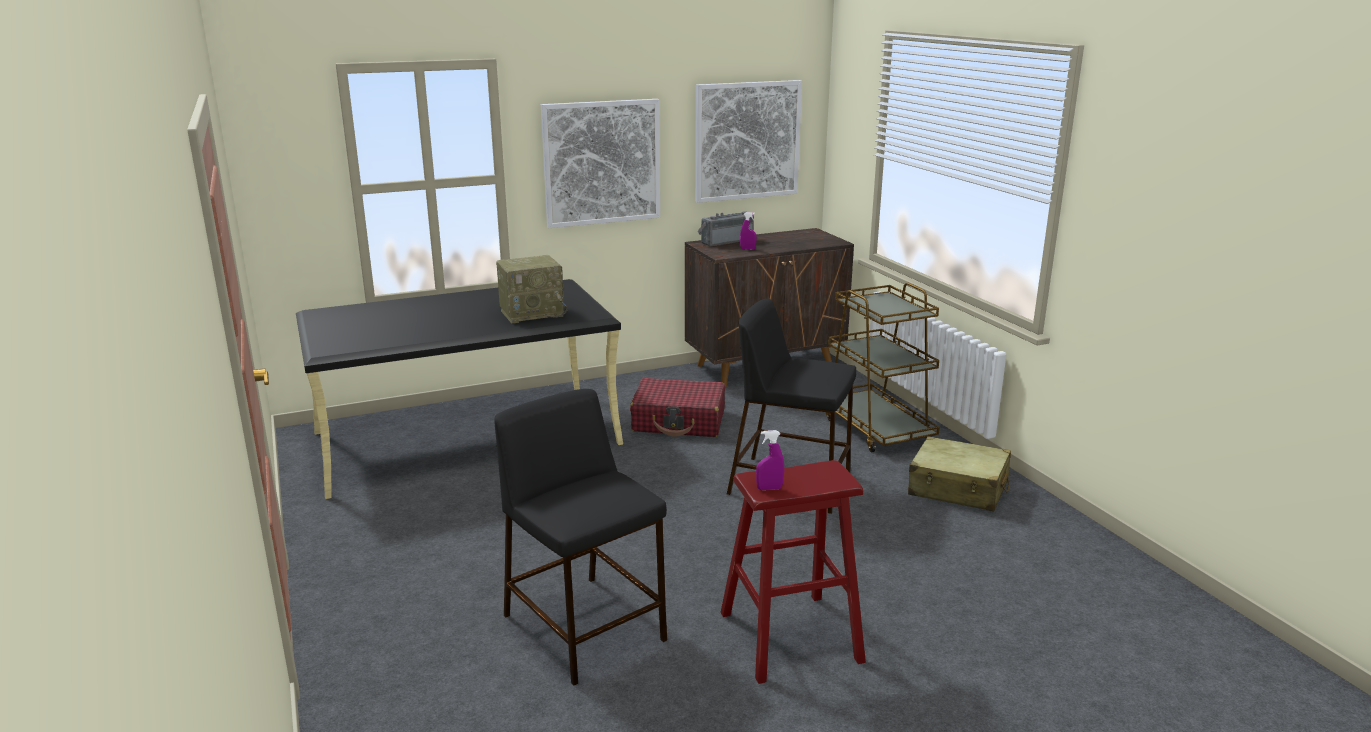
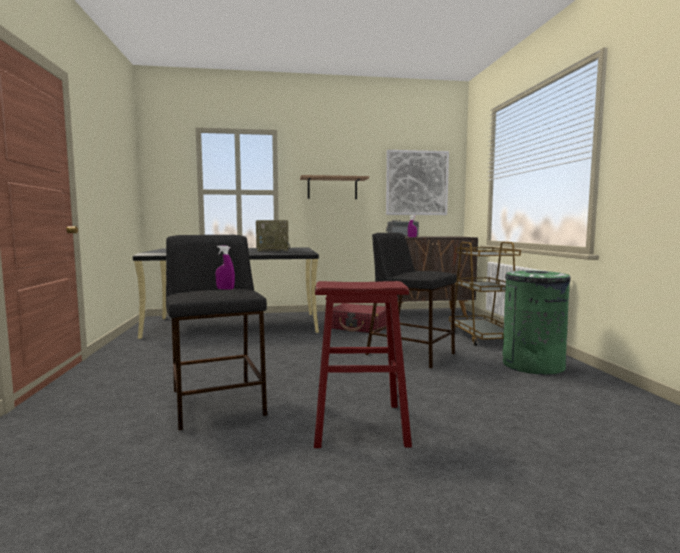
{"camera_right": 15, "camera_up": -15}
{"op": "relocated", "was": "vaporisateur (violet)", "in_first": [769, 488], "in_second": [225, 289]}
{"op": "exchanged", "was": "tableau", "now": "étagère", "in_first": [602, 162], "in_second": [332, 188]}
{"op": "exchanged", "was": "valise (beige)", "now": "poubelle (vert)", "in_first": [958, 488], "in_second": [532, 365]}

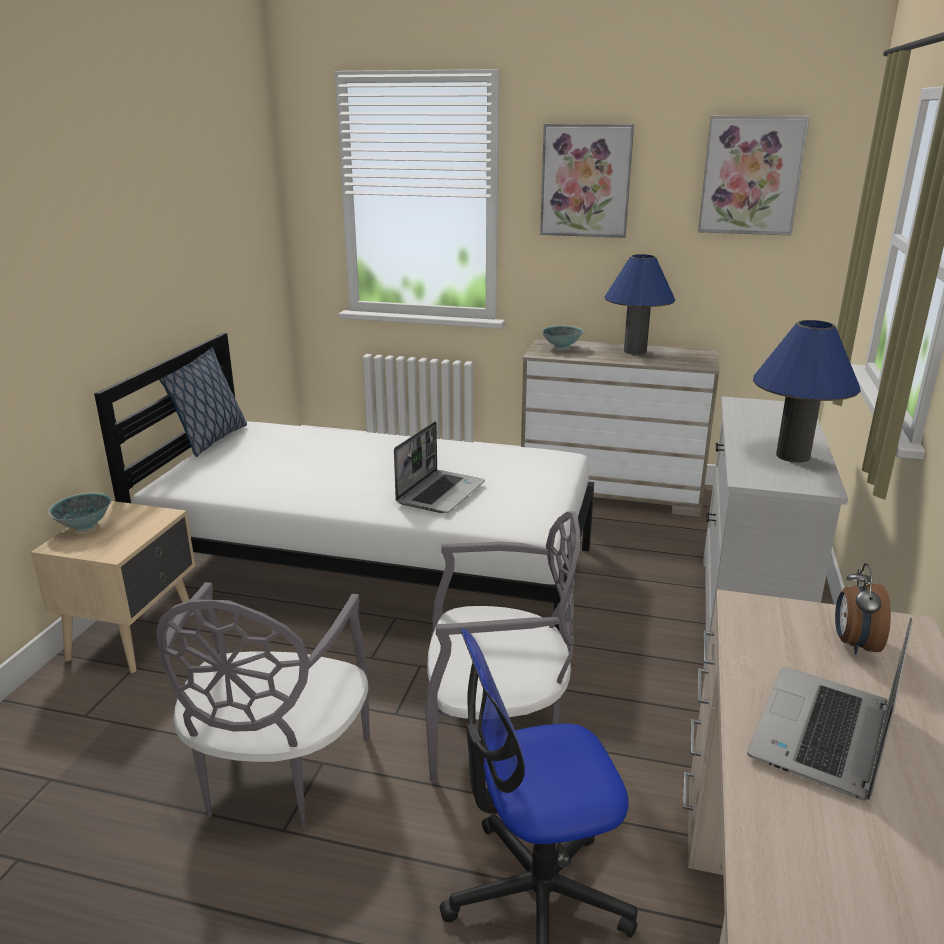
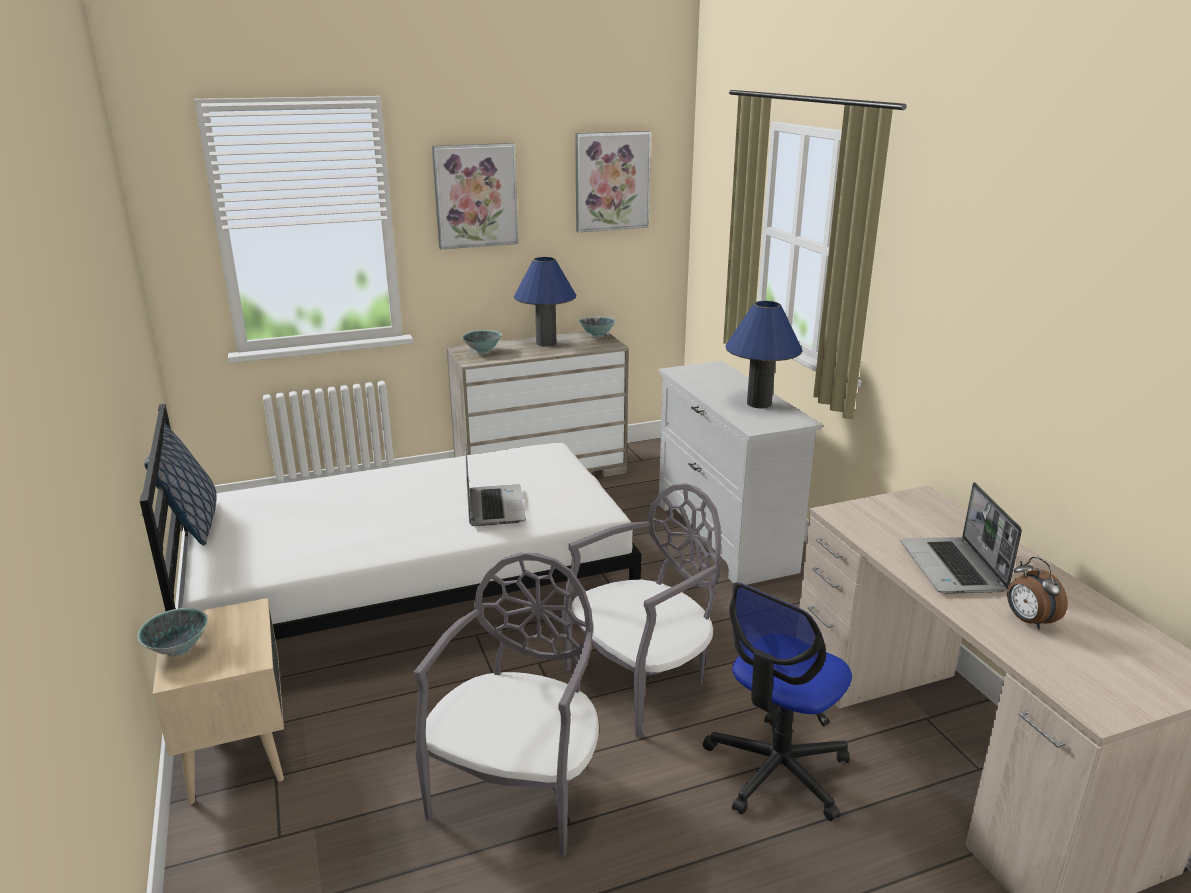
{"camera_right": -35, "camera_up": 0}
{"op": "appeared", "now": "bol", "in_second": [597, 336]}
{"op": "relocated", "was": "réveil", "in_first": [853, 644], "in_second": [1028, 621]}
{"op": "spun", "was": "chaise (gris)", "in_first": [277, 775], "in_second": [519, 791], "clockwise": -135}

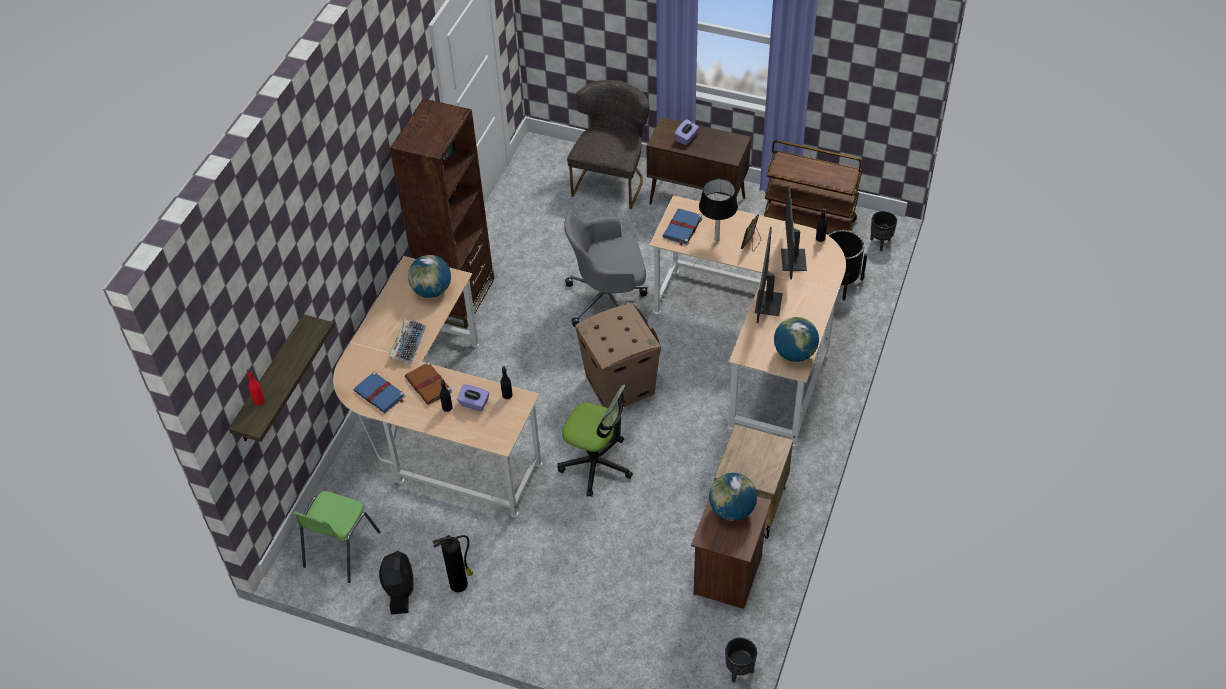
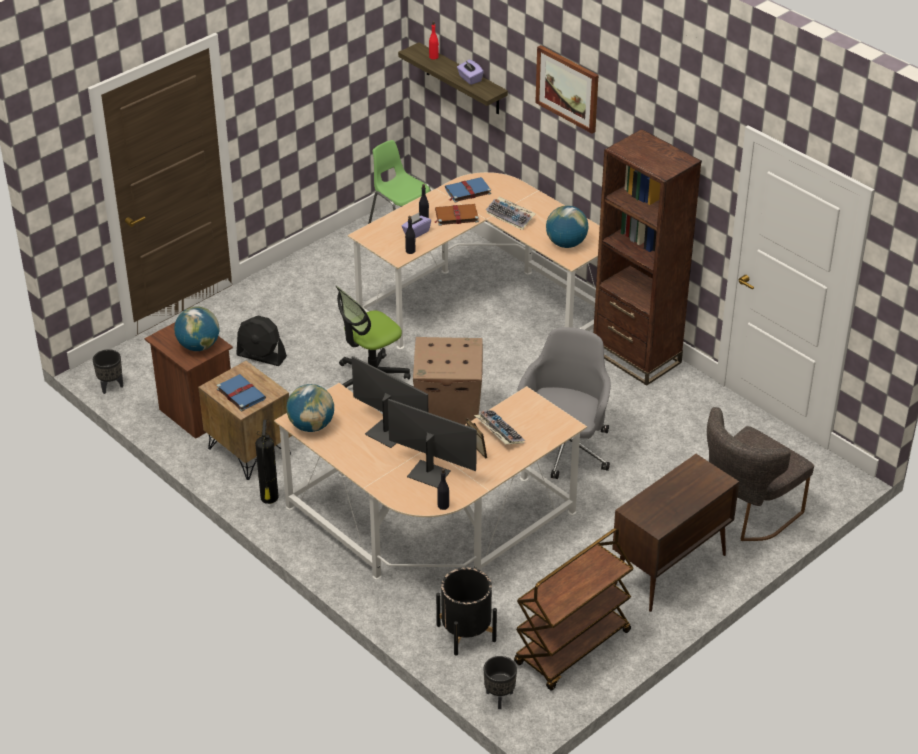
{"camera_right": 115, "camera_up": -10}
{"op": "appeared", "now": "tableau", "in_second": [567, 88]}
{"op": "relocated", "was": "ventilateur (noir)", "in_first": [400, 590], "in_second": [261, 356]}
{"op": "relocated", "was": "extincteur", "in_first": [460, 584], "in_second": [269, 498]}
{"op": "relocated", "was": "livre (bleu)", "in_first": [682, 228], "in_second": [240, 393]}
{"op": "relocated", "was": "boîte à mouchoirs (violet)", "in_first": [686, 138], "in_second": [469, 79]}
{"op": "exchanged", "was": "lampe de table (noir)", "now": "clavier", "in_first": [717, 240], "in_second": [498, 432]}
{"op": "spun", "was": "chaise (gris)", "in_first": [611, 180], "in_second": [746, 514], "clockwise": 90}

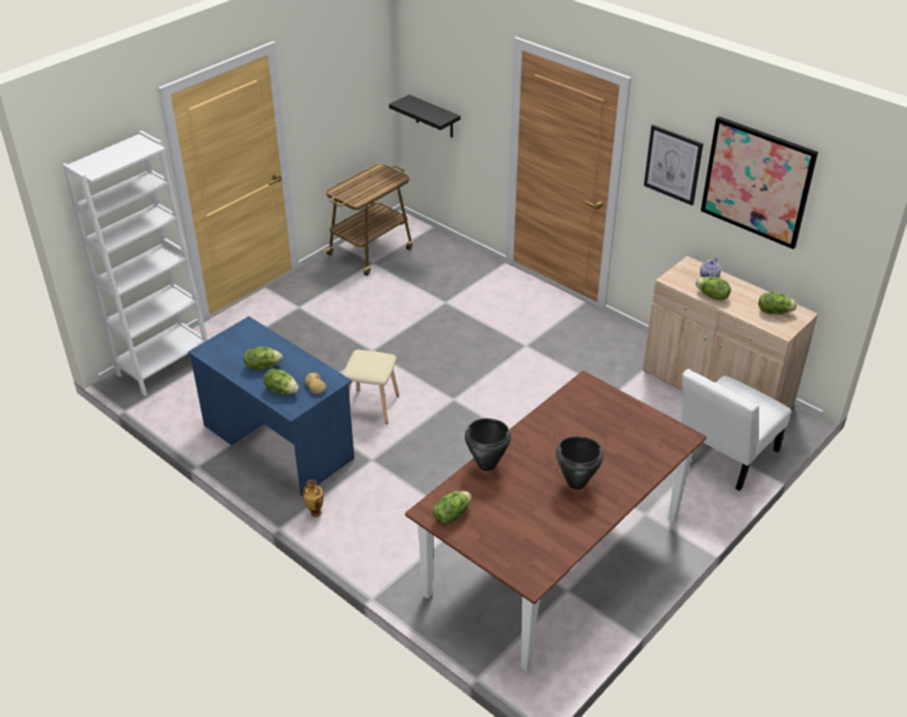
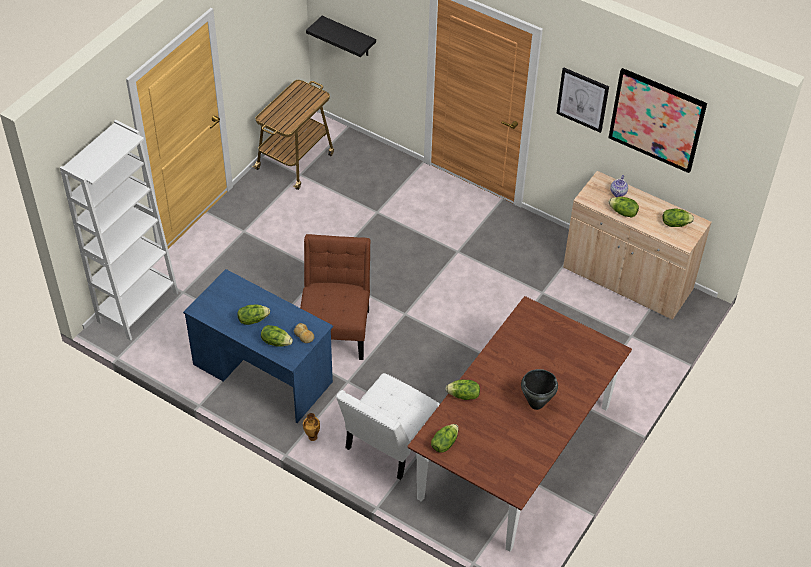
{"camera_right": -10, "camera_up": 10}
{"op": "relocated", "was": "chaise (blanc)", "in_first": [723, 456], "in_second": [388, 444]}
{"op": "exchanged", "was": "tabouret (beige)", "now": "chaise (marron)", "in_first": [373, 406], "in_second": [336, 328]}
{"op": "exchanged", "was": "marmite (noir)", "now": "laitue", "in_first": [487, 465], "in_second": [463, 395]}

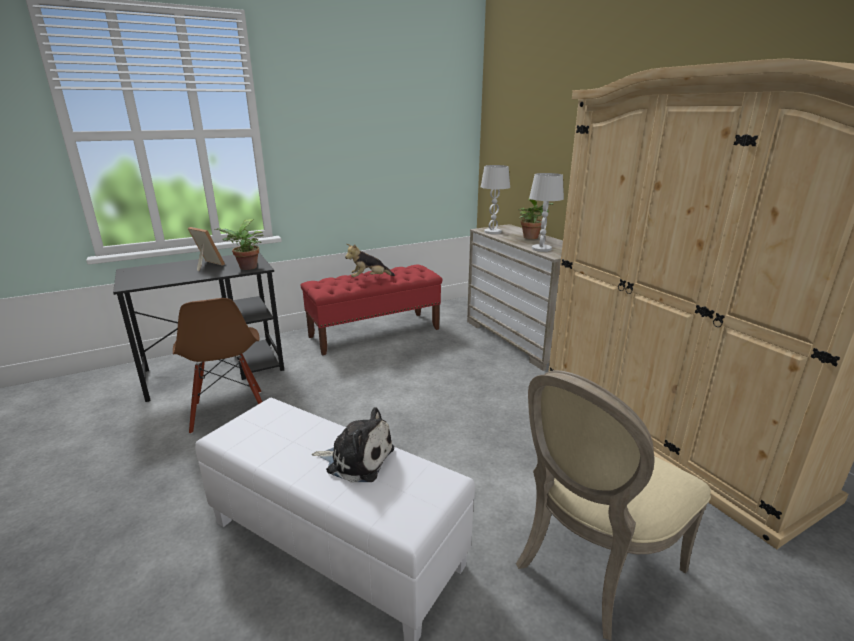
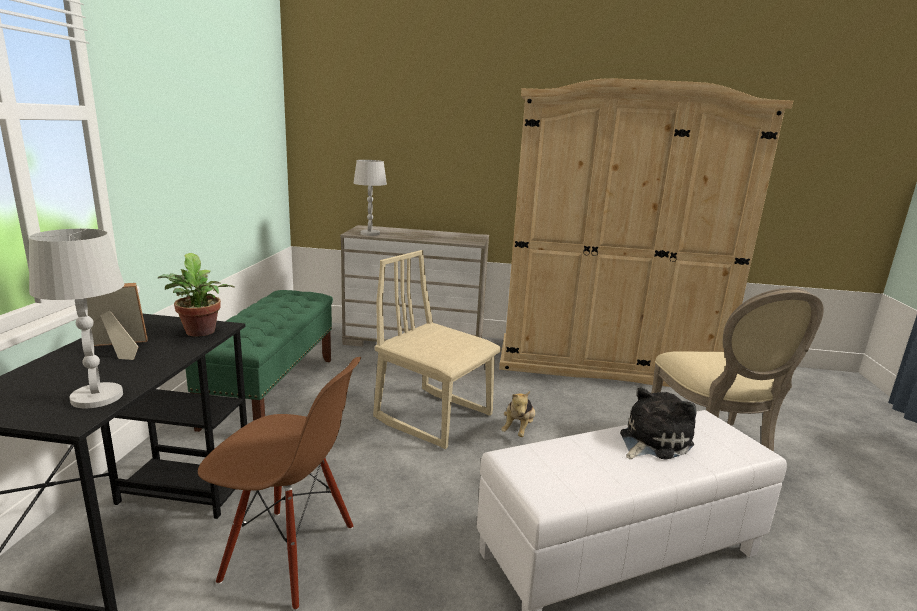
{"camera_right": -55, "camera_up": -5}
{"op": "missing", "was": "plante en pot", "in_first": [531, 237]}
{"op": "appeared", "now": "chaise (beige)", "in_second": [434, 416]}
{"op": "relocated", "was": "peluche", "in_first": [369, 278], "in_second": [518, 429]}
{"op": "relocated", "was": "lampe de table (blanc)", "in_first": [541, 249], "in_second": [96, 397]}
{"op": "colour", "was": "banc (rouge)", "now": "banc (vert)", "in_first": [375, 332], "in_second": [272, 390]}

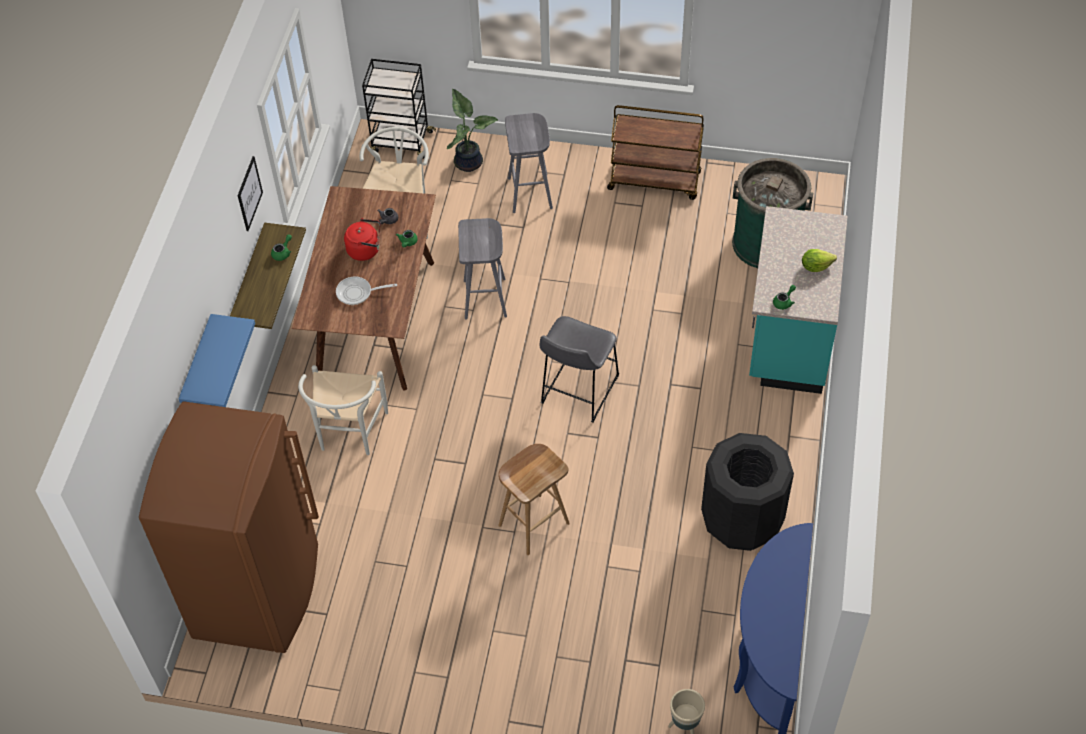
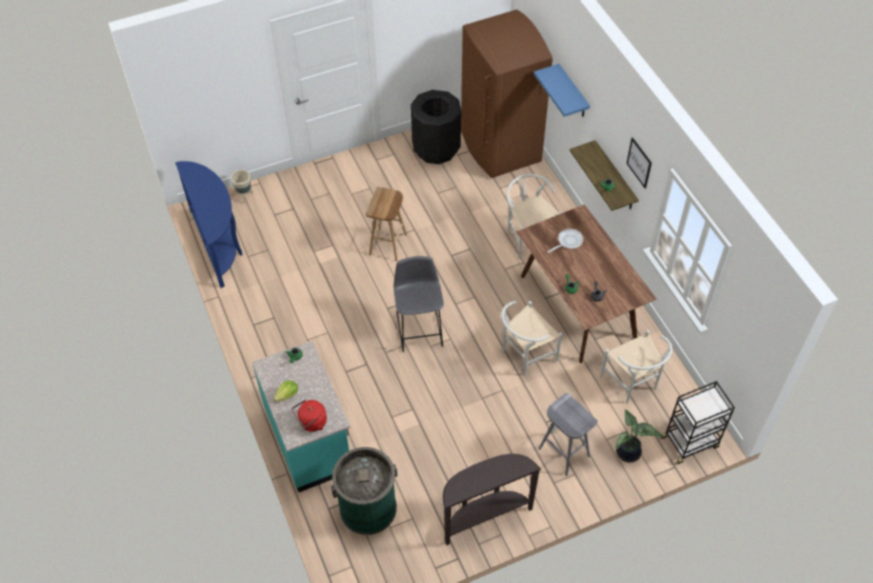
{"camera_right": 145, "camera_up": 0}
{"op": "relocated", "was": "bouilloire (rouge)", "in_first": [365, 250], "in_second": [311, 423]}
{"op": "relocated", "was": "poubelle (noir)", "in_first": [741, 520], "in_second": [436, 149]}
{"op": "exchanged", "was": "tabouret (gris)", "now": "chaise (blanc)", "in_first": [485, 299], "in_second": [524, 356]}
{"op": "exchanged", "was": "chariot (marron)", "now": "table console (marron)", "in_first": [655, 181], "in_second": [484, 516]}

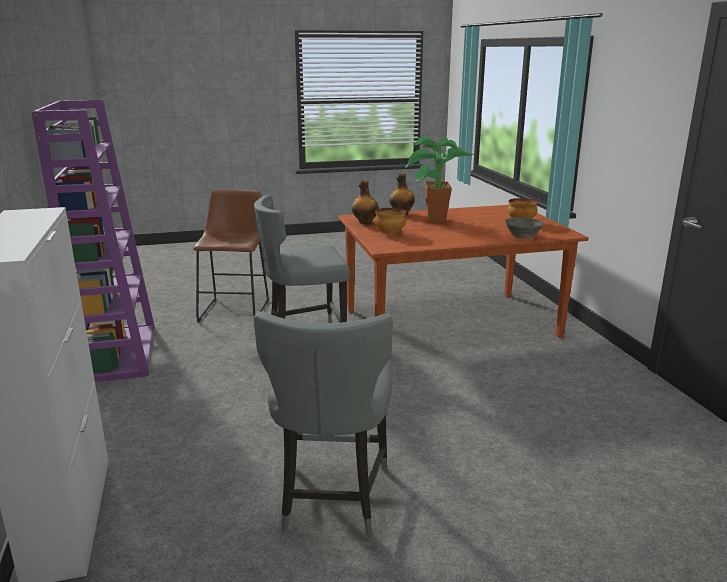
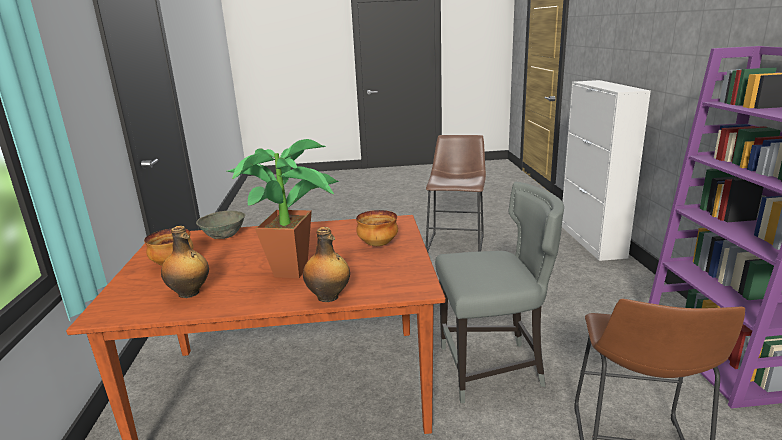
{"camera_right": -170, "camera_up": 0}
{"op": "relocated", "was": "bouteille", "in_first": [364, 222], "in_second": [189, 293]}
{"op": "exchanged", "was": "chaise (gris)", "now": "tabouret (marron)", "in_first": [331, 499], "in_second": [456, 243]}

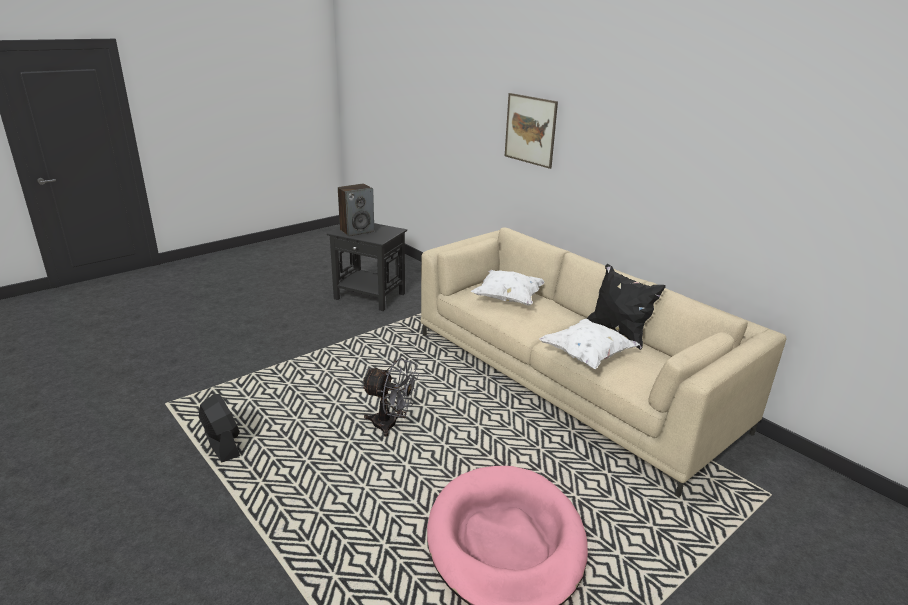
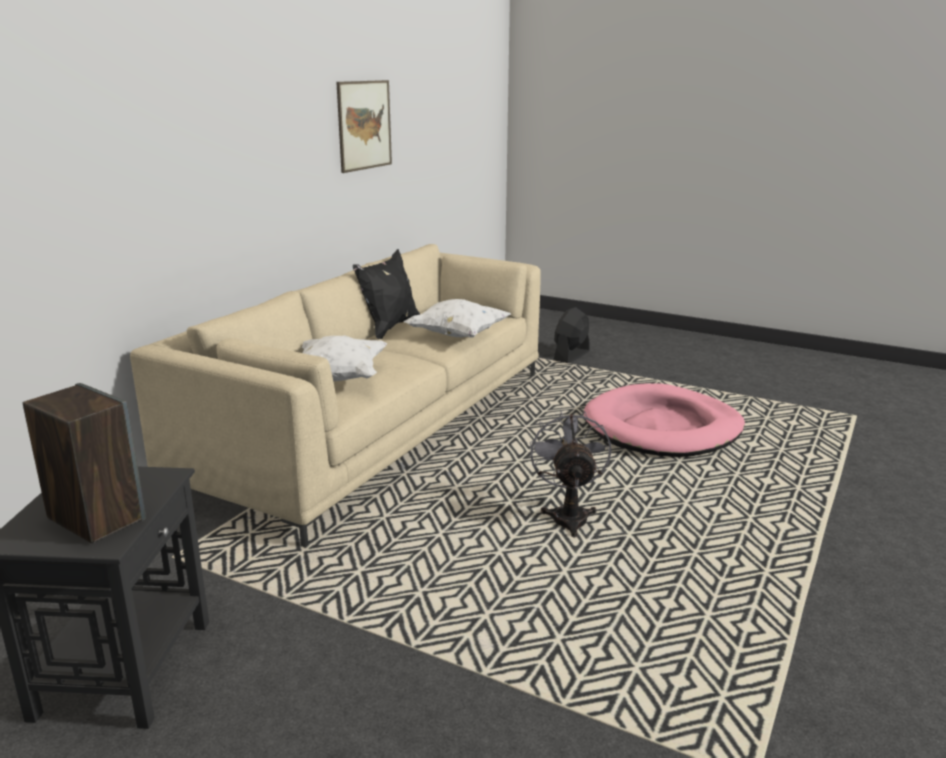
{"camera_right": -110, "camera_up": -5}
{"op": "relocated", "was": "ventilateur (noir)", "in_first": [222, 444], "in_second": [571, 355]}
{"op": "relocated", "was": "tableau", "in_first": [530, 130], "in_second": [364, 125]}

